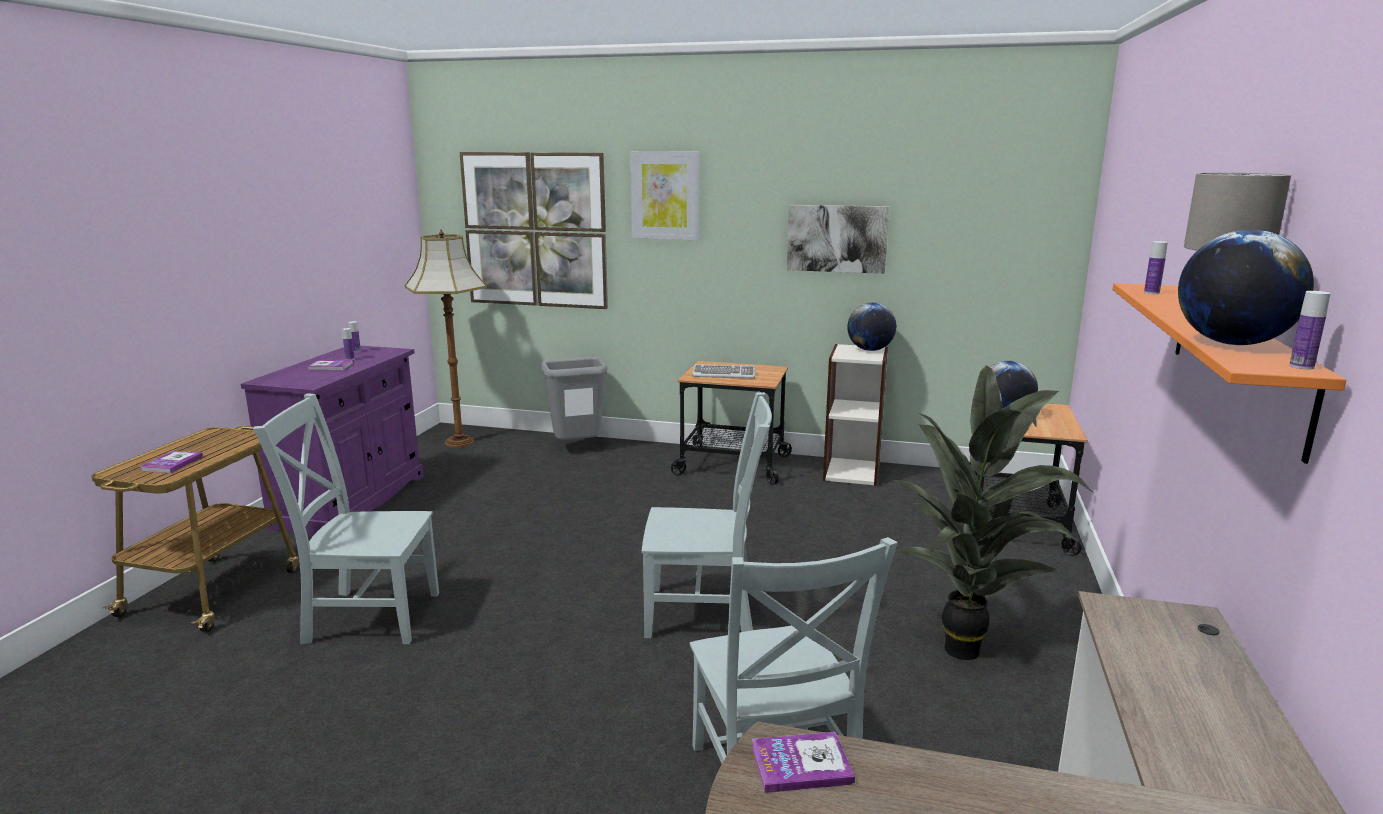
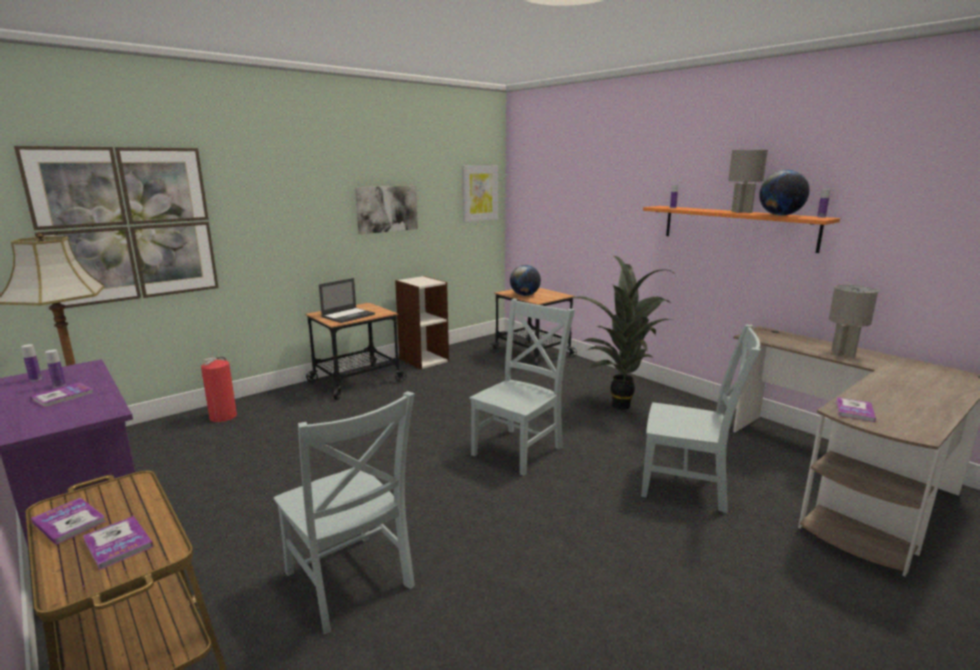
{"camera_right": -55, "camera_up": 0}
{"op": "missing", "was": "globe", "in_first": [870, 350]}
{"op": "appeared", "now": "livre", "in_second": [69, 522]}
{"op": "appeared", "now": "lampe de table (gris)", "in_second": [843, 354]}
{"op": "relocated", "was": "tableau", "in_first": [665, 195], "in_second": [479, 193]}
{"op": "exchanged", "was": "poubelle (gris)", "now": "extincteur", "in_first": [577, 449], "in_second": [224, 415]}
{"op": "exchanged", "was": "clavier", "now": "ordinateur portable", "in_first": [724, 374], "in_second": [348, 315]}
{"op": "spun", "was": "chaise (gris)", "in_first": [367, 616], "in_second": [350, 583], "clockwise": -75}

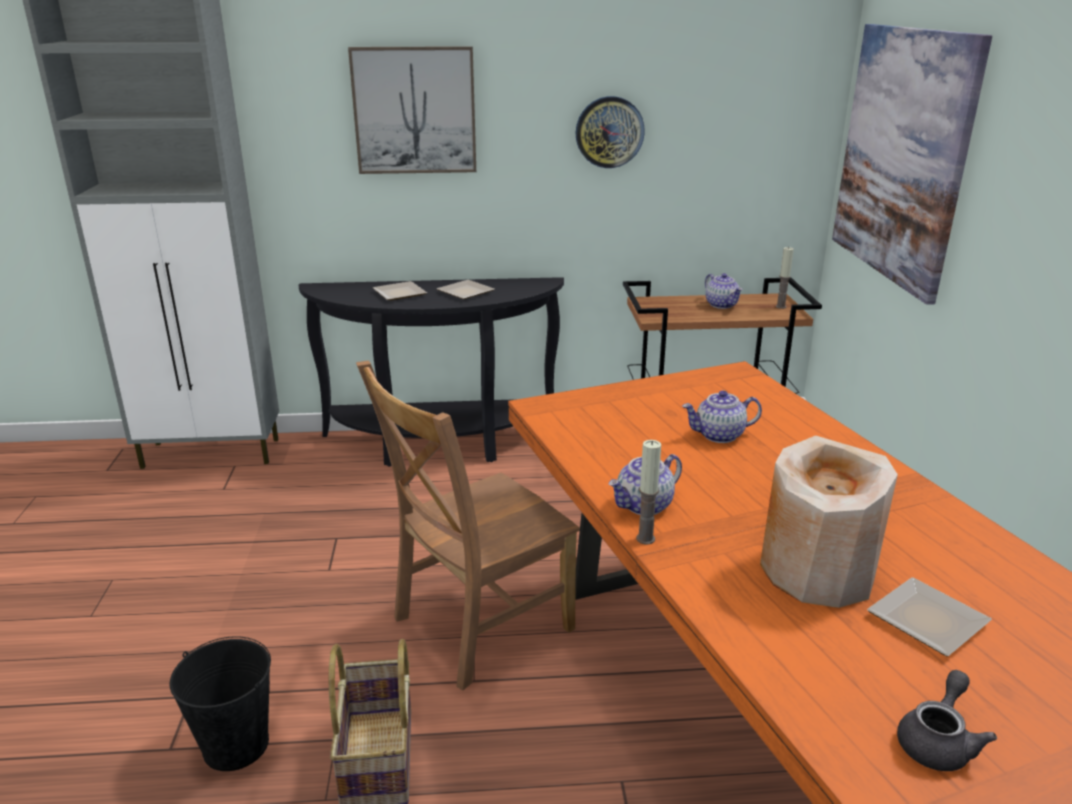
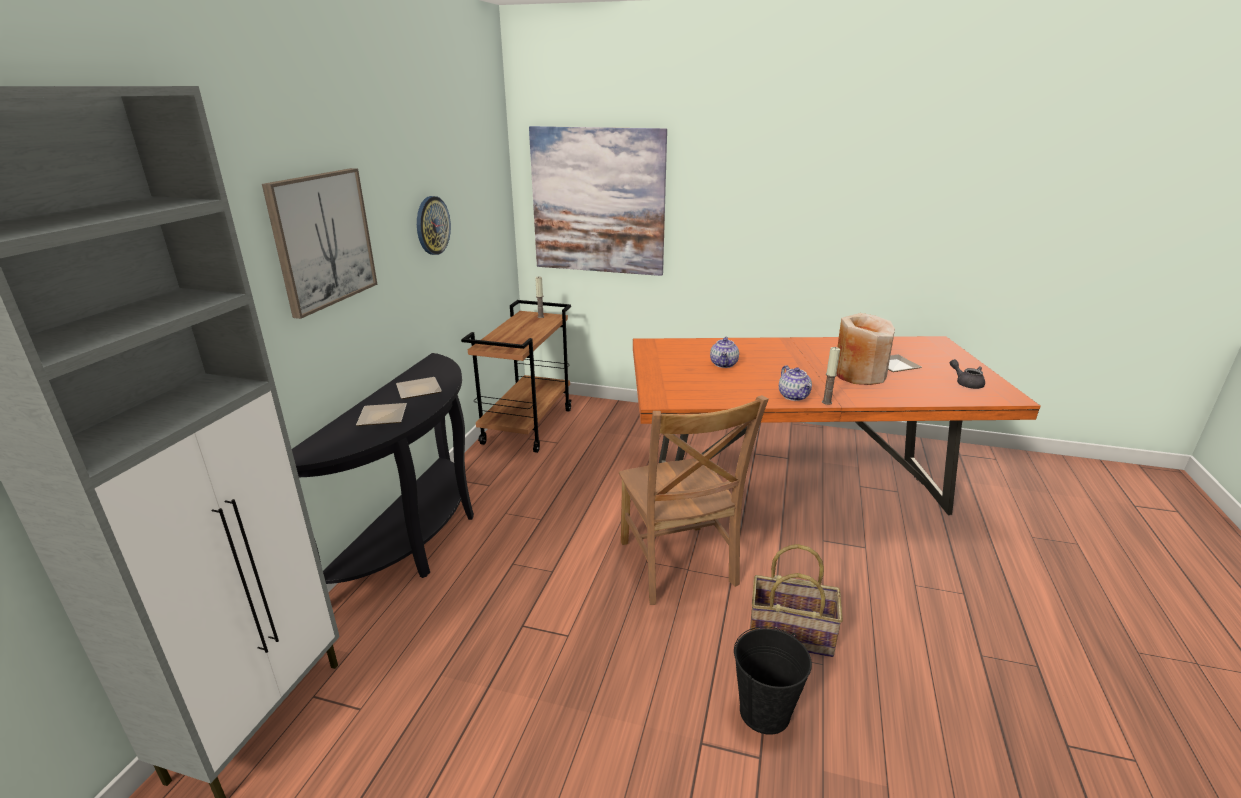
{"camera_right": -70, "camera_up": 0}
{"op": "missing", "was": "théière", "in_first": [722, 305]}

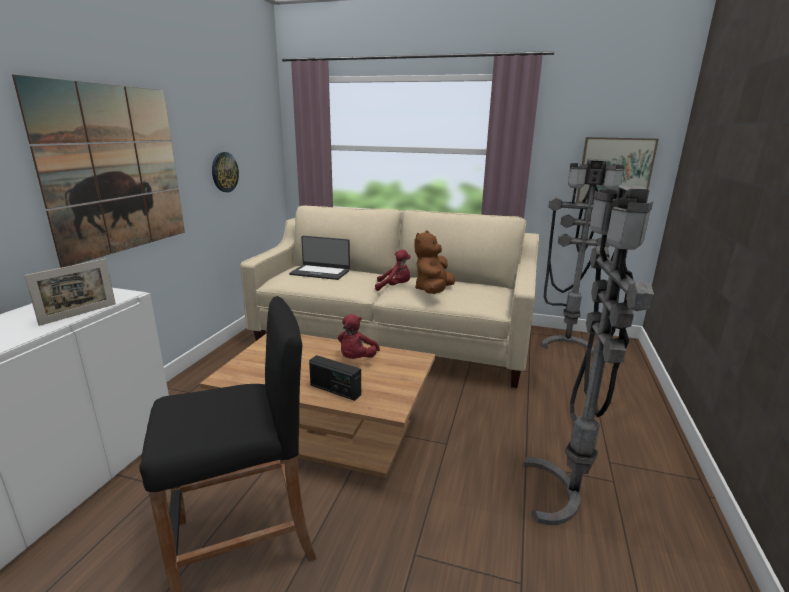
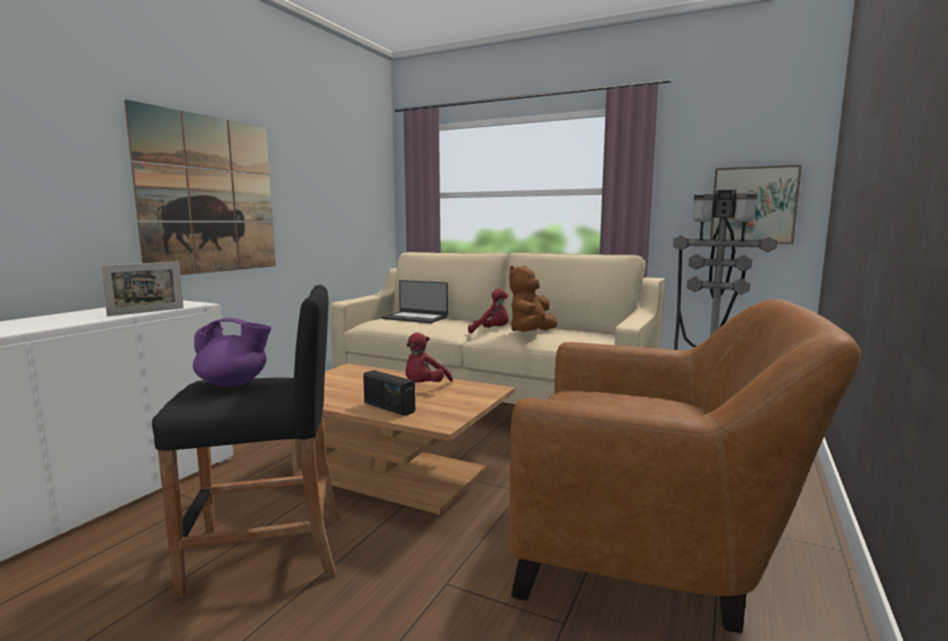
{"camera_right": 10, "camera_up": -10}
{"op": "missing", "was": "horloge murale", "in_first": [224, 172]}
{"op": "appeared", "now": "théière (violet)", "in_second": [234, 383]}
{"op": "exchanged", "was": "lampadaire (gris)", "now": "fauteuil (marron)", "in_first": [566, 493], "in_second": [653, 547]}

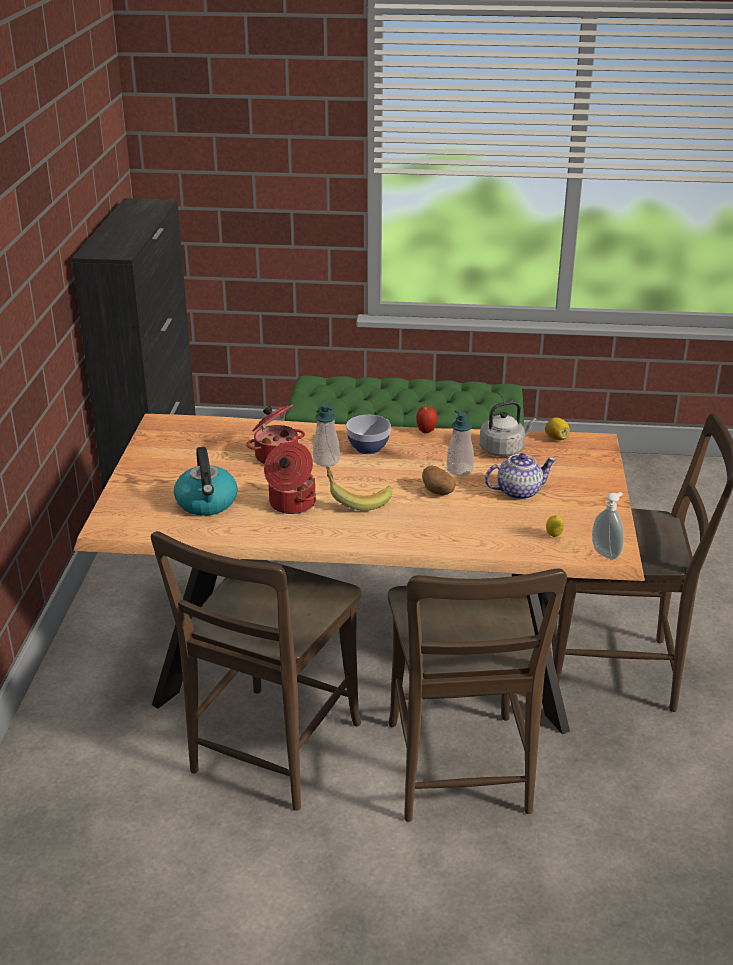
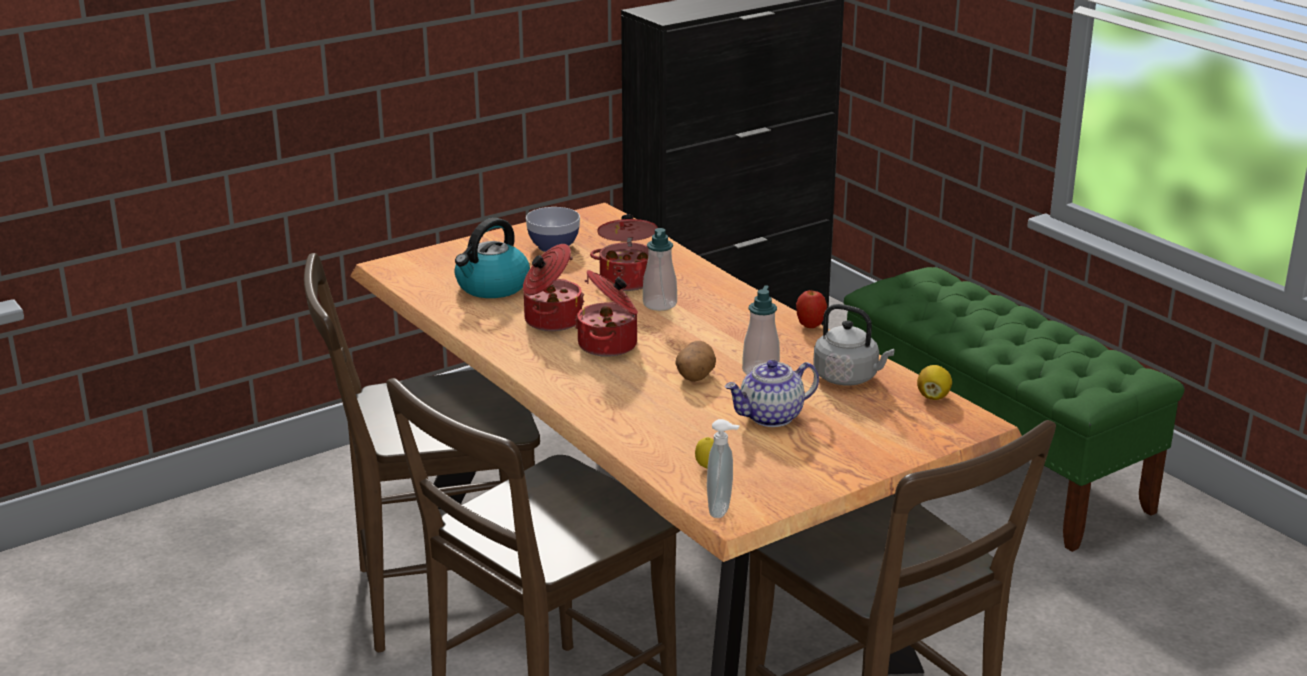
{"camera_right": 50, "camera_up": -5}
{"op": "relocated", "was": "bol", "in_first": [368, 448], "in_second": [553, 246]}
{"op": "exchanged", "was": "banane", "now": "marmite", "in_first": [356, 500], "in_second": [609, 345]}
{"op": "spun", "was": "théière", "in_first": [519, 491], "in_second": [771, 417], "clockwise": 120}

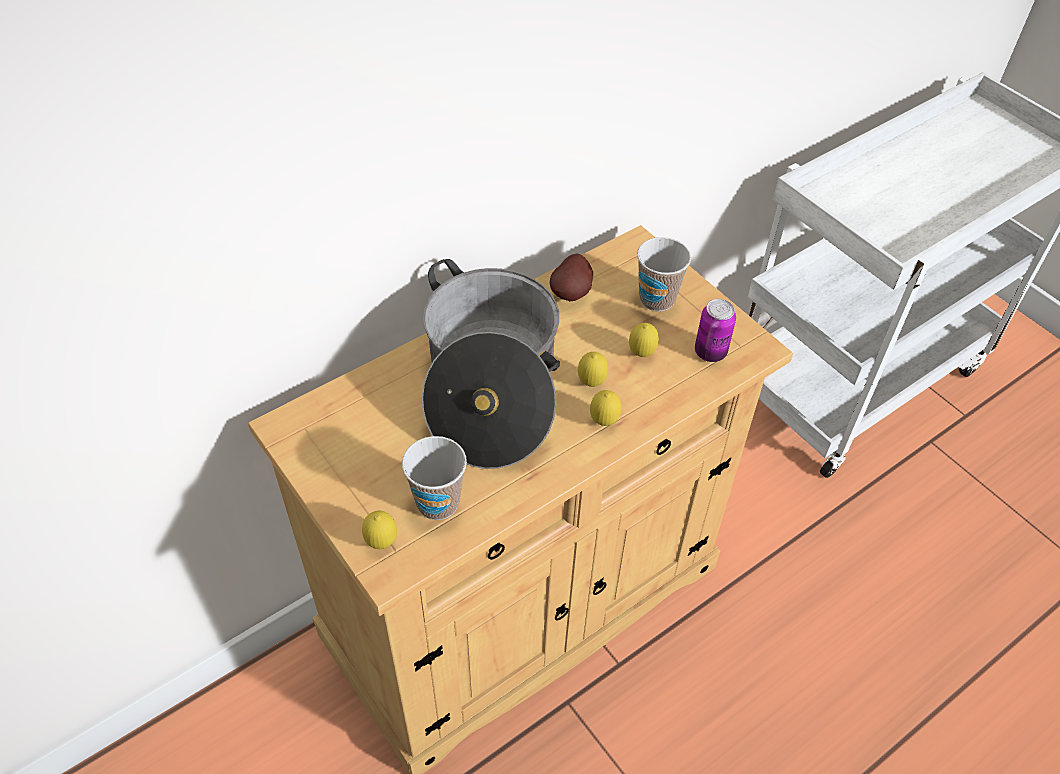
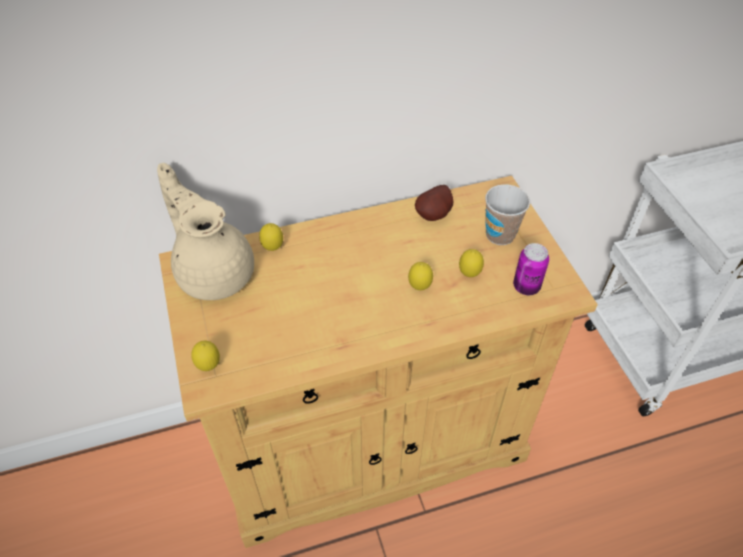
{"camera_right": 20, "camera_up": 0}
{"op": "missing", "was": "tasse", "in_first": [438, 503]}
{"op": "missing", "was": "marmite", "in_first": [490, 386]}
{"op": "appeared", "now": "théière (beige)", "in_second": [214, 272]}
{"op": "relocated", "was": "citron", "in_first": [604, 422], "in_second": [273, 248]}

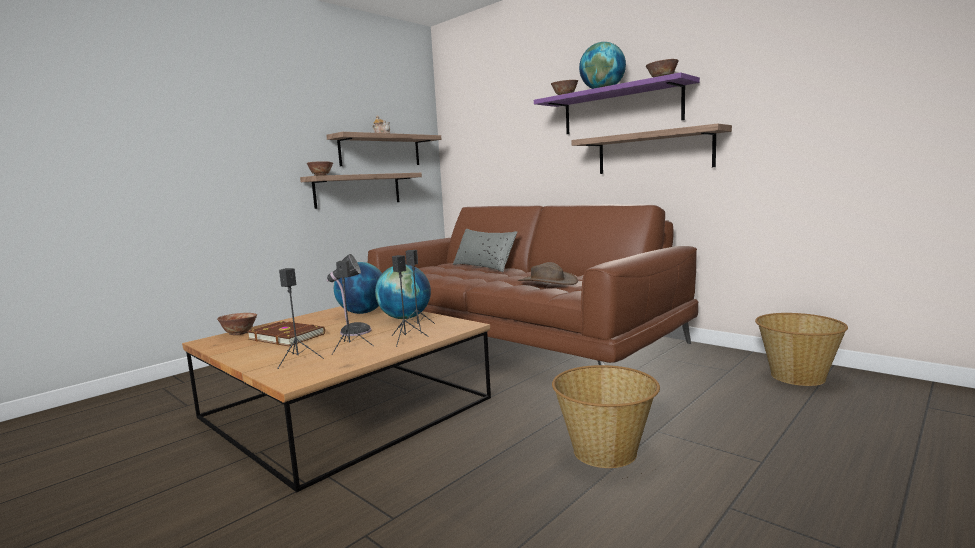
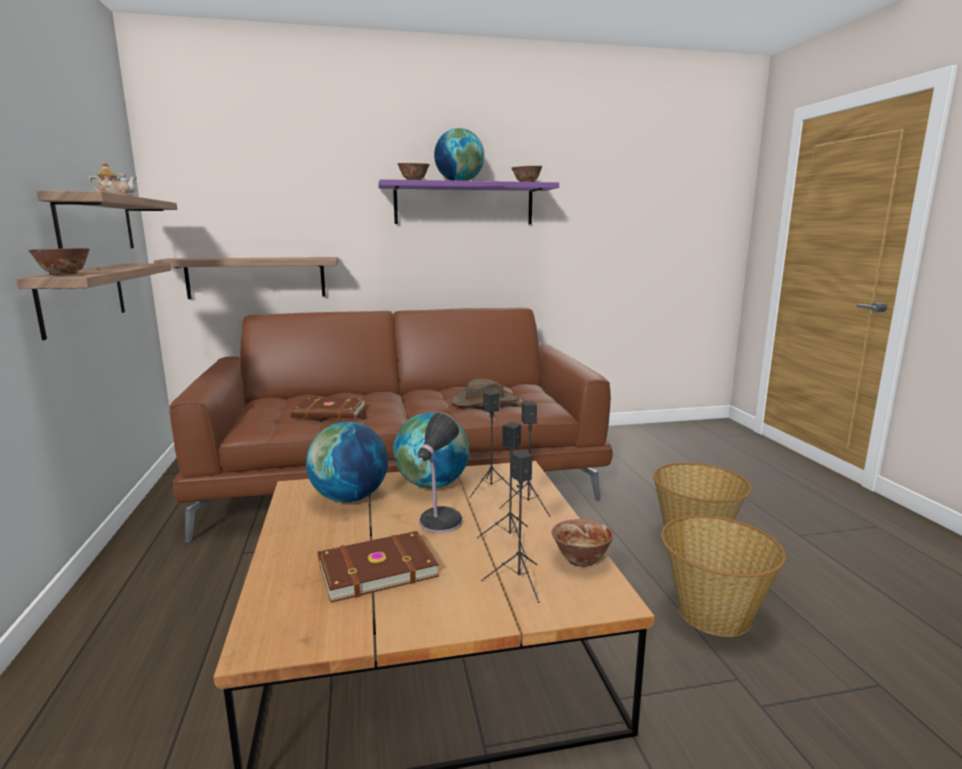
{"camera_right": -55, "camera_up": 5}
{"op": "missing", "was": "coussin (gris)", "in_first": [484, 266]}
{"op": "appeared", "now": "livre (marron)", "in_second": [329, 412]}
{"op": "relocated", "was": "bol", "in_first": [239, 333], "in_second": [581, 559]}
{"op": "relocated", "was": "étagère", "in_first": [653, 152], "in_second": [256, 277]}
{"op": "relocated", "was": "panier", "in_first": [797, 376], "in_second": [712, 613]}

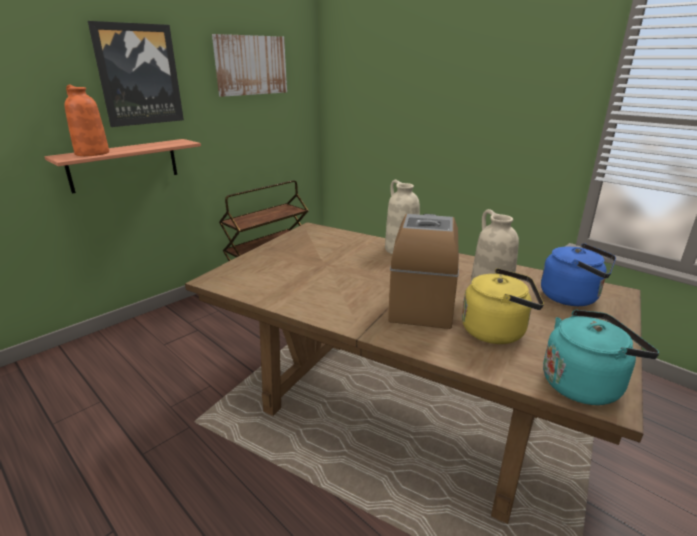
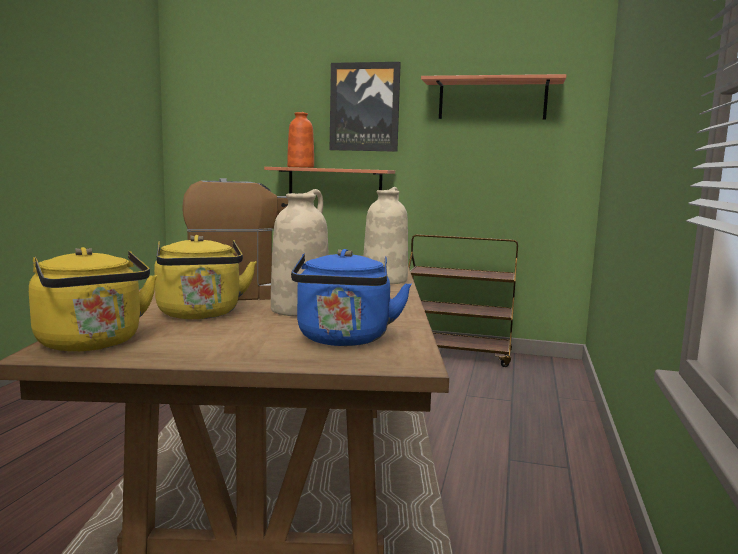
{"camera_right": 60, "camera_up": -15}
{"op": "exchanged", "was": "tableau", "now": "étagère", "in_first": [251, 65], "in_second": [492, 100]}
{"op": "colour", "was": "bouilloire (turquoise)", "now": "bouilloire (jaune)", "in_first": [584, 384], "in_second": [92, 344]}

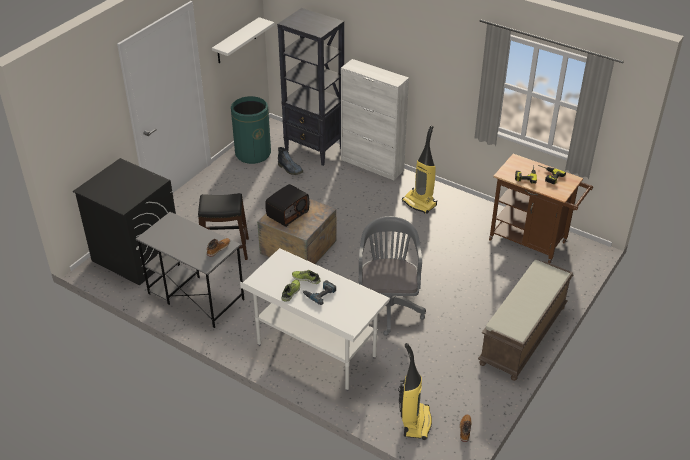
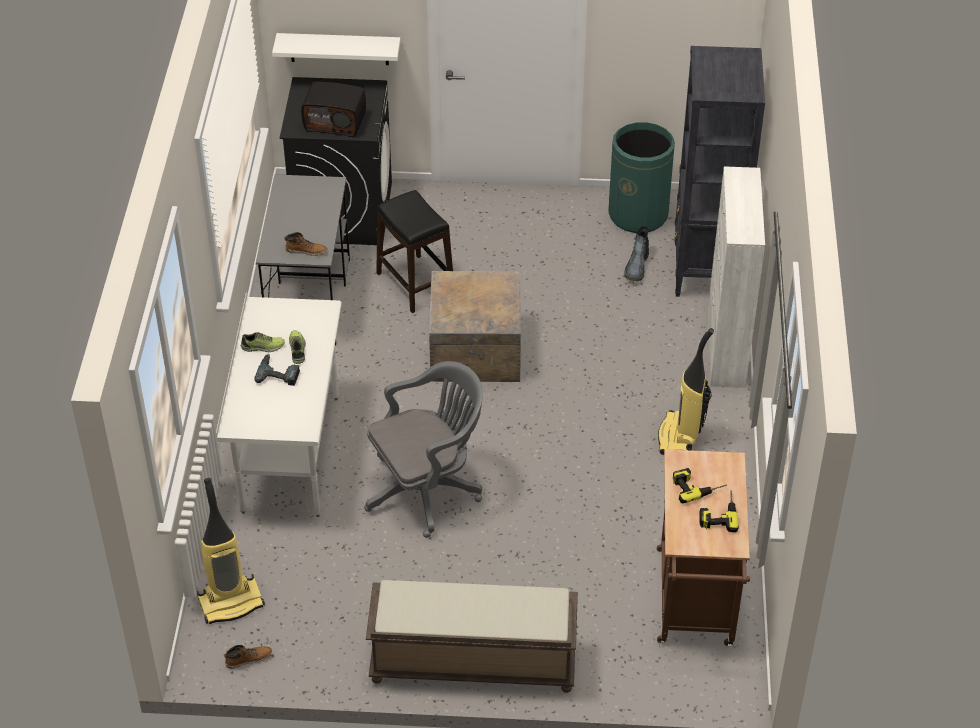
{"camera_right": 60, "camera_up": 5}
{"op": "relocated", "was": "étagère (blanc)", "in_first": [236, 41], "in_second": [339, 49]}
{"op": "relocated", "was": "radio", "in_first": [287, 213], "in_second": [335, 122]}

